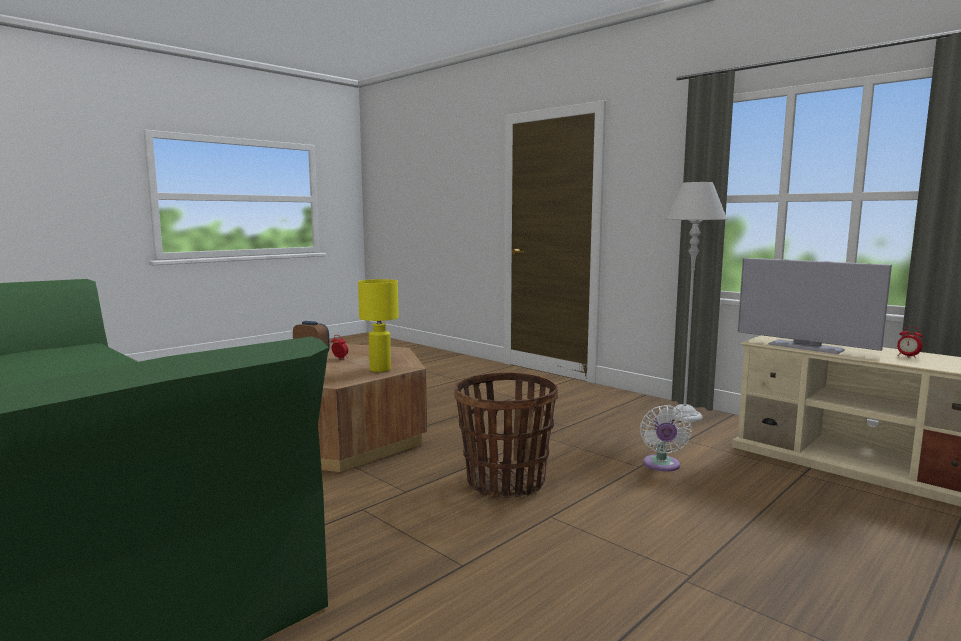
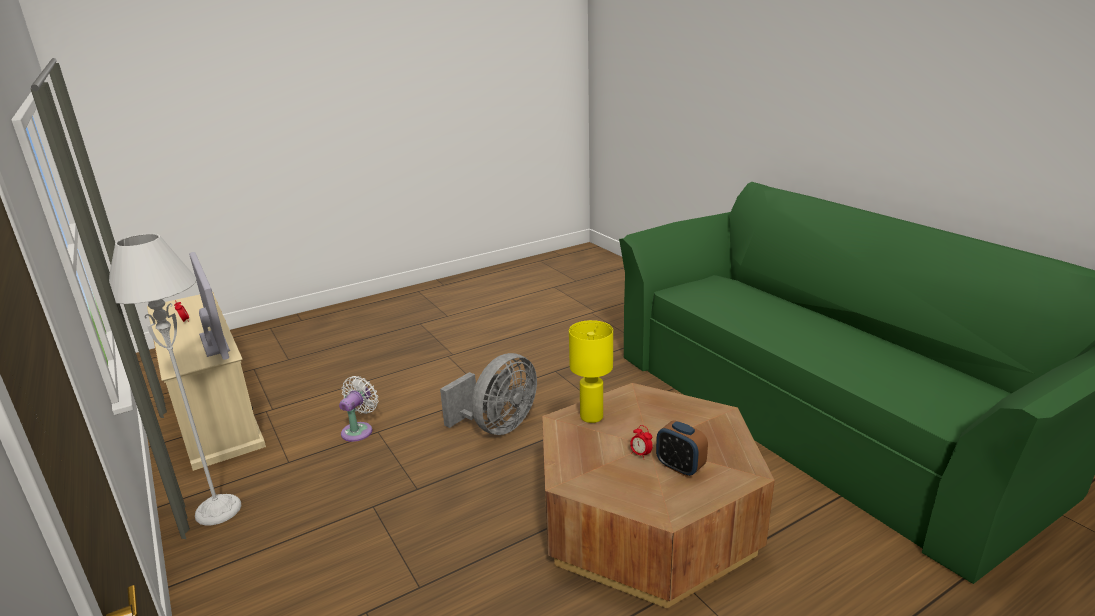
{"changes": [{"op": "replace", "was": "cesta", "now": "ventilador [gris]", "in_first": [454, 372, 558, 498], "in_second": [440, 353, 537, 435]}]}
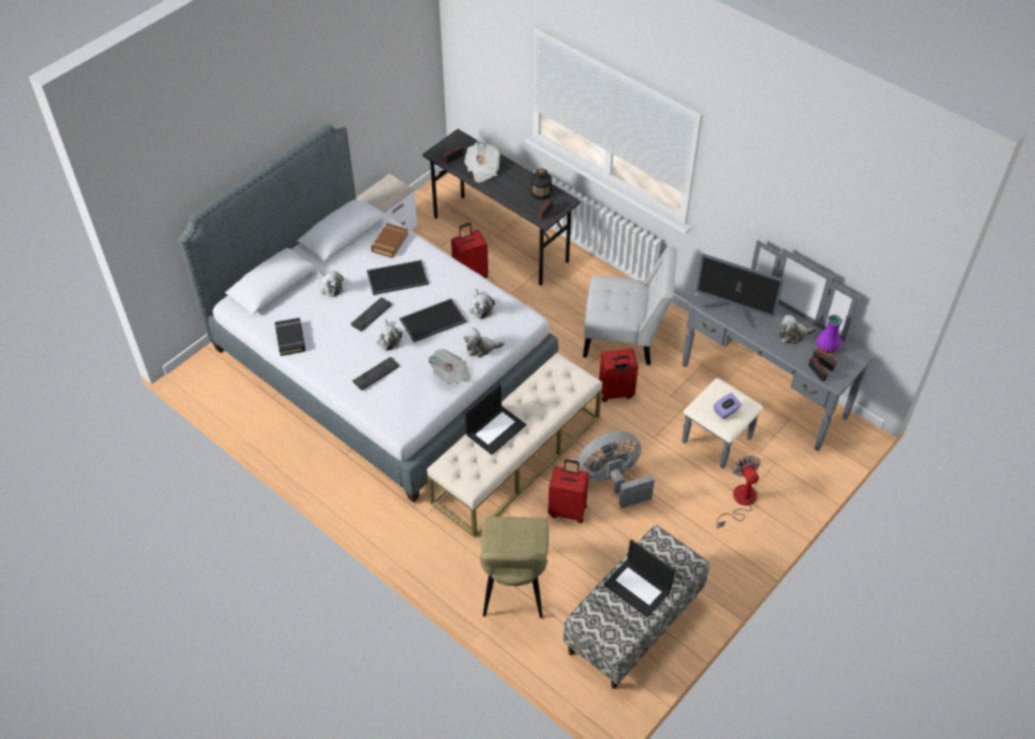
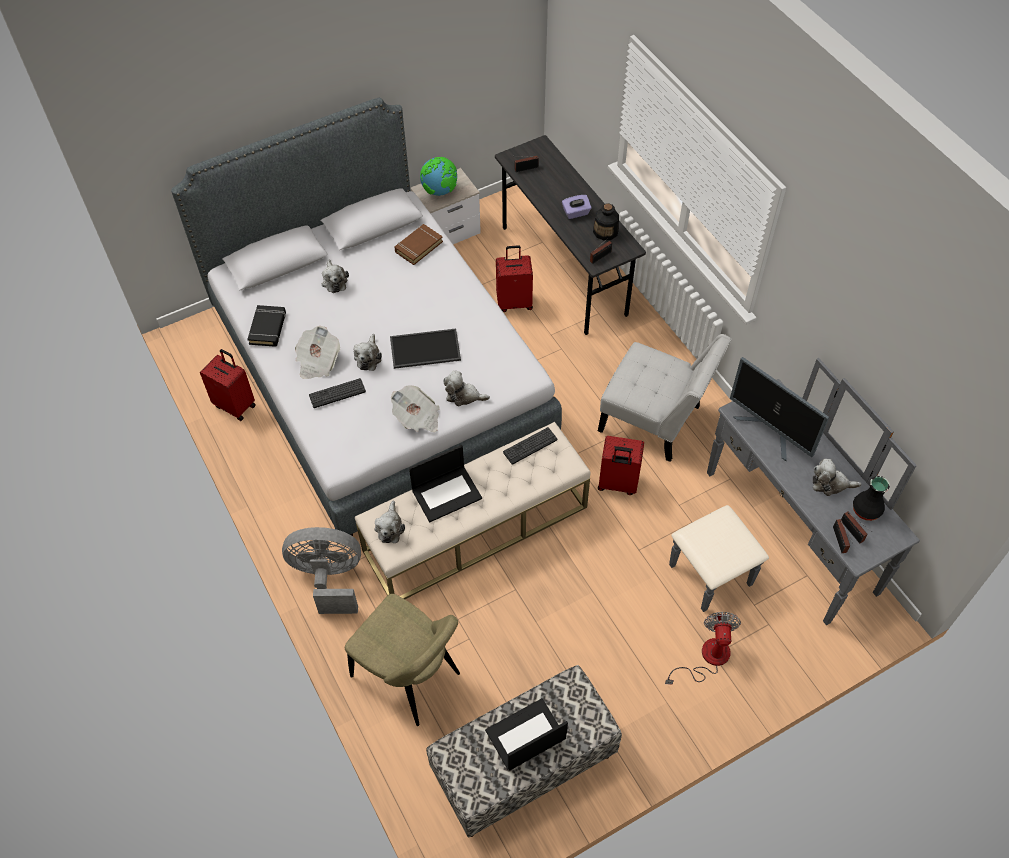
{"changes": [{"op": "move", "was": "teclado", "in_first": [351, 297, 392, 332], "in_second": [503, 427, 557, 465]}, {"op": "delete", "was": "bandeja", "in_first": [367, 260, 429, 295]}, {"op": "move", "was": "periódico", "in_first": [464, 141, 500, 183], "in_second": [295, 326, 340, 379]}, {"op": "move", "was": "peluche", "in_first": [469, 289, 495, 319], "in_second": [374, 501, 405, 543]}, {"op": "rotate", "was": "silla [beis]", "in_first": [480, 516, 549, 618], "in_second": [345, 594, 460, 726], "clockwise": -75}, {"op": "move", "was": "maleta [rojo]", "in_first": [548, 459, 589, 523], "in_second": [200, 349, 256, 421]}, {"op": "move", "was": "ventilador [gris]", "in_first": [577, 431, 655, 509], "in_second": [282, 527, 361, 614]}, {"op": "rotate", "was": "portátil", "in_first": [604, 539, 675, 618], "in_second": [485, 698, 568, 771], "clockwise": 90}, {"op": "move", "was": "caja de pañuelos [morado]", "in_first": [713, 393, 742, 420], "in_second": [562, 195, 592, 219]}, {"op": "recolor", "was": "florero [morado]", "now": "florero [negro]", "in_first": [816, 314, 843, 353], "in_second": [853, 476, 890, 521]}, {"op": "insert", "now": "globo terráqueo", "in_second": [420, 157, 457, 196]}]}
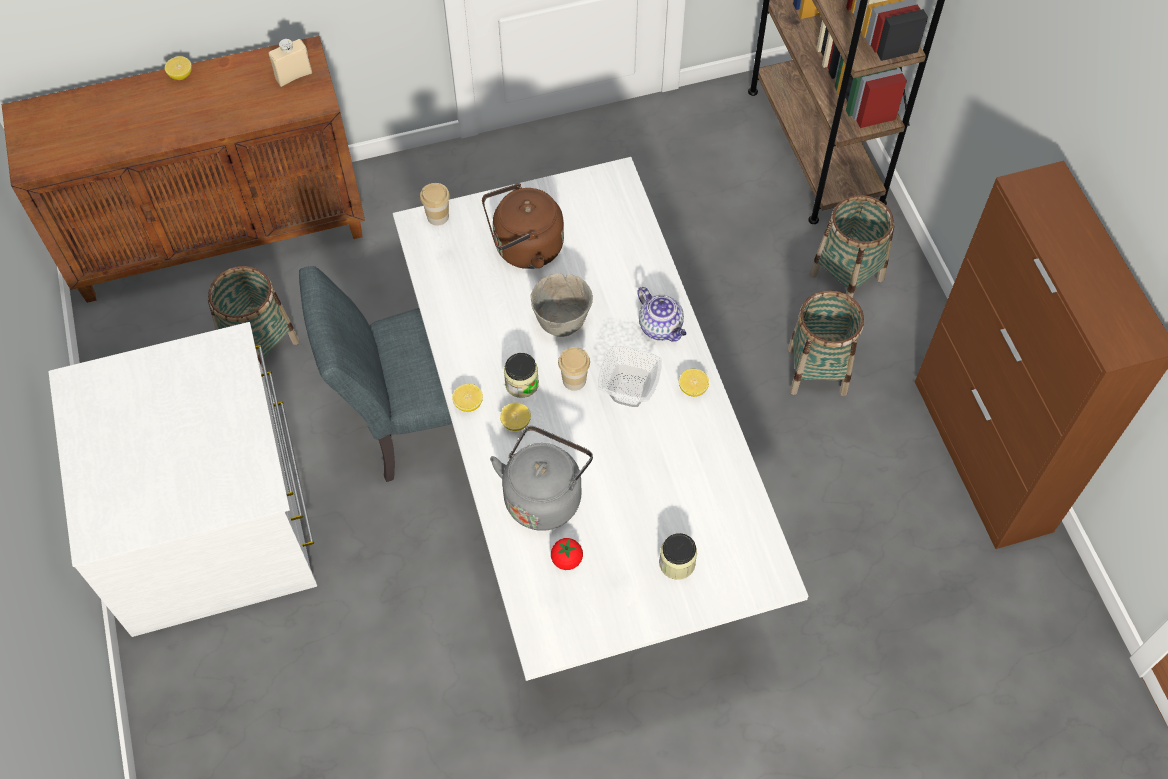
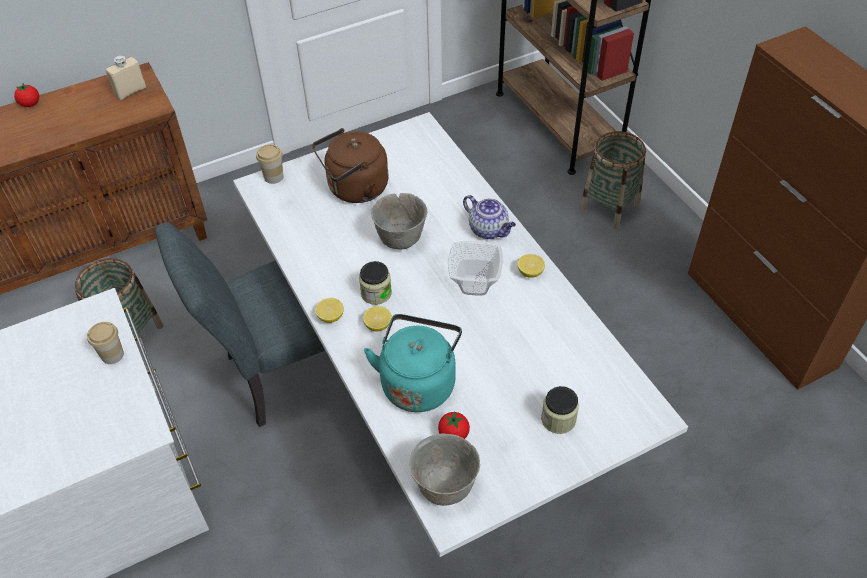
{"changes": [{"op": "replace", "was": "limón", "now": "tomate", "in_first": [165, 56, 192, 80], "in_second": [14, 83, 39, 107]}, {"op": "recolor", "was": "hervidor [gris]", "now": "hervidor [turquesa]", "in_first": [490, 426, 593, 531], "in_second": [364, 314, 462, 412]}, {"op": "move", "was": "taza", "in_first": [558, 347, 590, 391], "in_second": [87, 322, 124, 364]}, {"op": "delete", "was": "cesta", "in_first": [788, 290, 864, 396]}, {"op": "insert", "now": "cuenco [gris]", "in_second": [409, 433, 480, 506]}]}
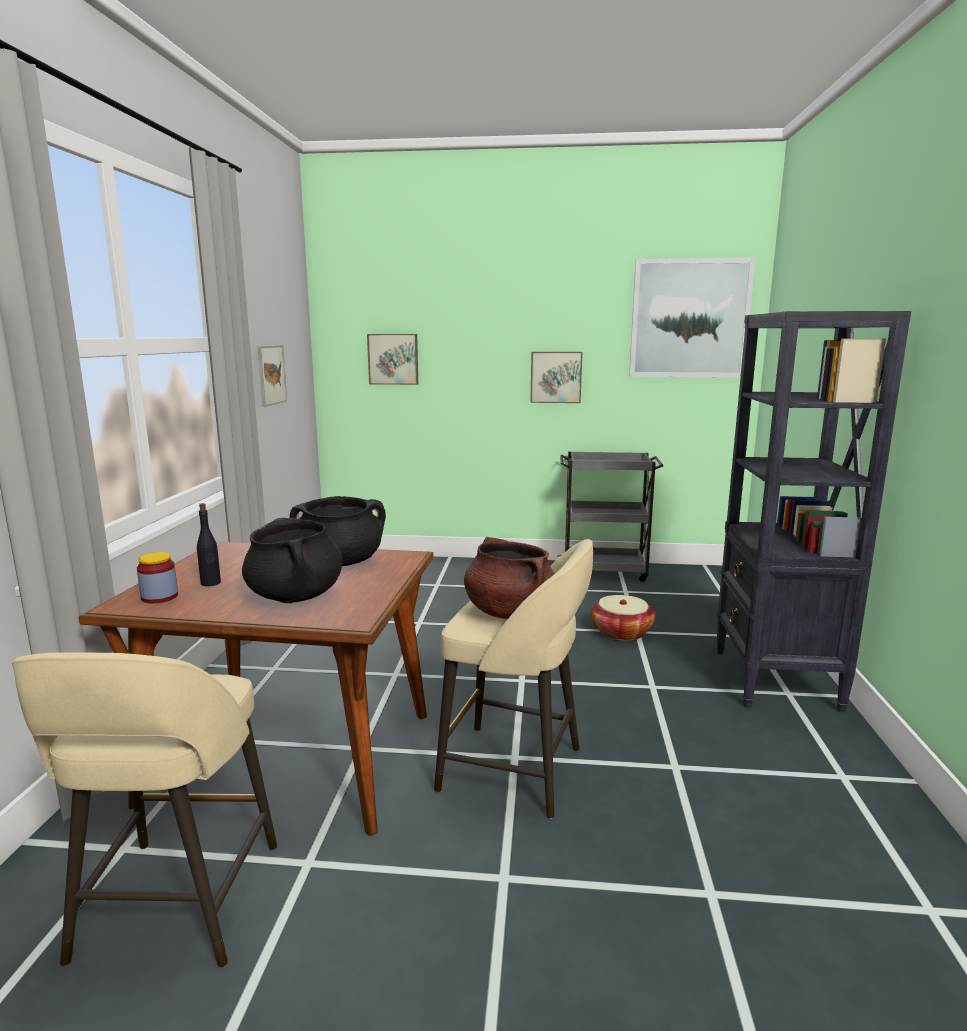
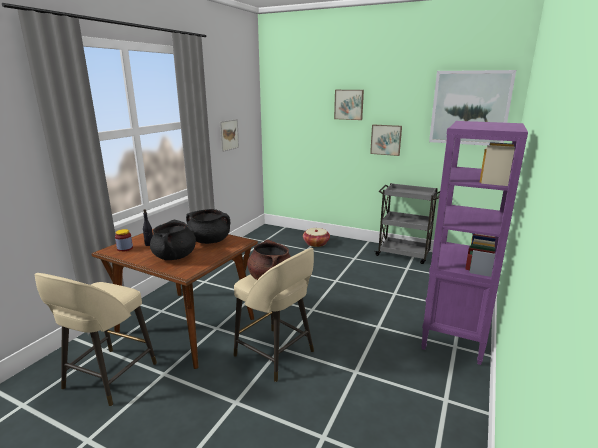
{"changes": [{"op": "move", "was": "cuadro", "in_first": [367, 334, 418, 385], "in_second": [334, 90, 364, 120]}, {"op": "move", "was": "cesta", "in_first": [591, 595, 655, 641], "in_second": [303, 228, 330, 247]}, {"op": "recolor", "was": "estantería [negro]", "now": "estantería [morado]", "in_first": [716, 311, 911, 712], "in_second": [421, 121, 528, 365]}]}
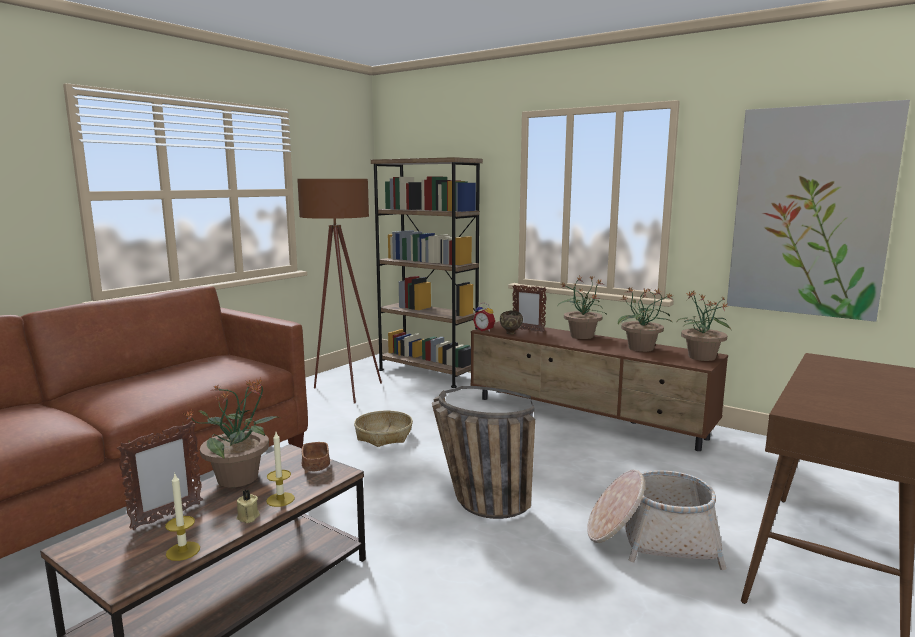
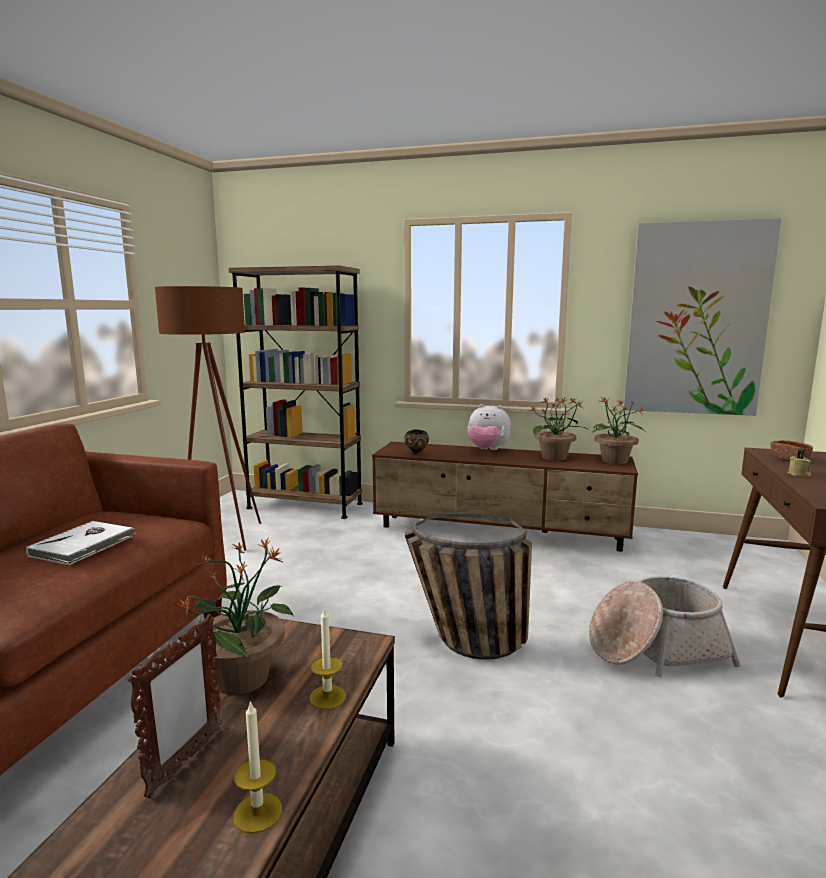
{"changes": [{"op": "move", "was": "vela [beis]", "in_first": [237, 490, 260, 523], "in_second": [787, 450, 811, 476]}, {"op": "move", "was": "cuenco [marrón]", "in_first": [302, 442, 330, 471], "in_second": [771, 440, 813, 461]}, {"op": "delete", "was": "cesta", "in_first": [354, 411, 413, 447]}, {"op": "delete", "was": "despertador", "in_first": [473, 303, 495, 332]}, {"op": "delete", "was": "portarretratos", "in_first": [512, 284, 547, 333]}, {"op": "replace", "was": "planta en maceta", "now": "peluche", "in_first": [557, 276, 607, 339], "in_second": [468, 404, 511, 450]}, {"op": "insert", "now": "libro [blanco]", "in_second": [26, 521, 137, 565]}]}
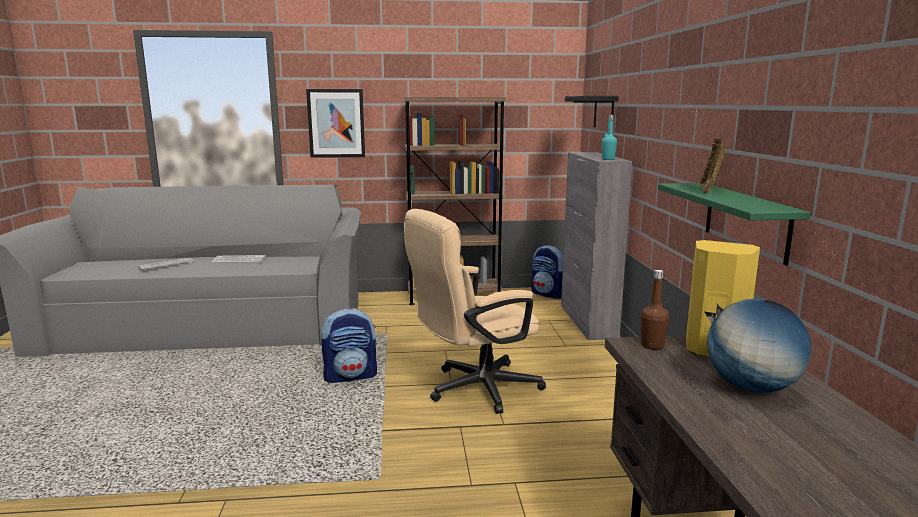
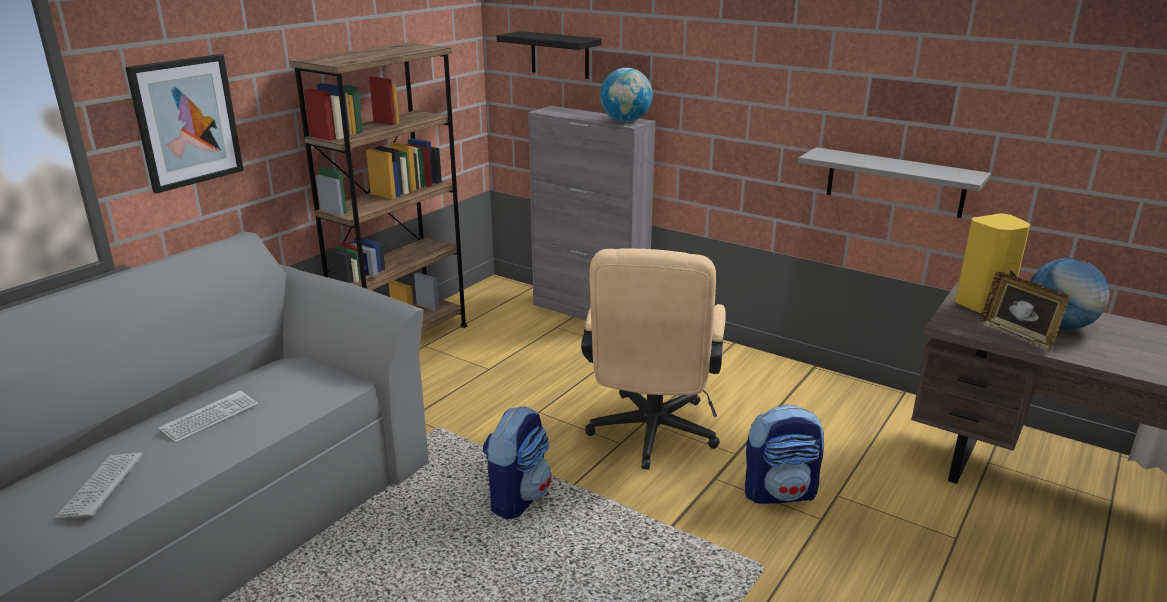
{"changes": [{"op": "move", "was": "mochila", "in_first": [531, 245, 563, 299], "in_second": [745, 405, 824, 504]}, {"op": "replace", "was": "botella [turquesa]", "now": "globo terráqueo", "in_first": [602, 115, 617, 160], "in_second": [600, 68, 653, 122]}, {"op": "delete", "was": "botella [marrón]", "in_first": [641, 270, 669, 350]}, {"op": "recolor", "was": "estante [verde]", "now": "estante [gris]", "in_first": [658, 183, 811, 266], "in_second": [798, 147, 991, 218]}, {"op": "move", "was": "portarretratos", "in_first": [700, 138, 726, 194], "in_second": [980, 272, 1069, 351]}]}
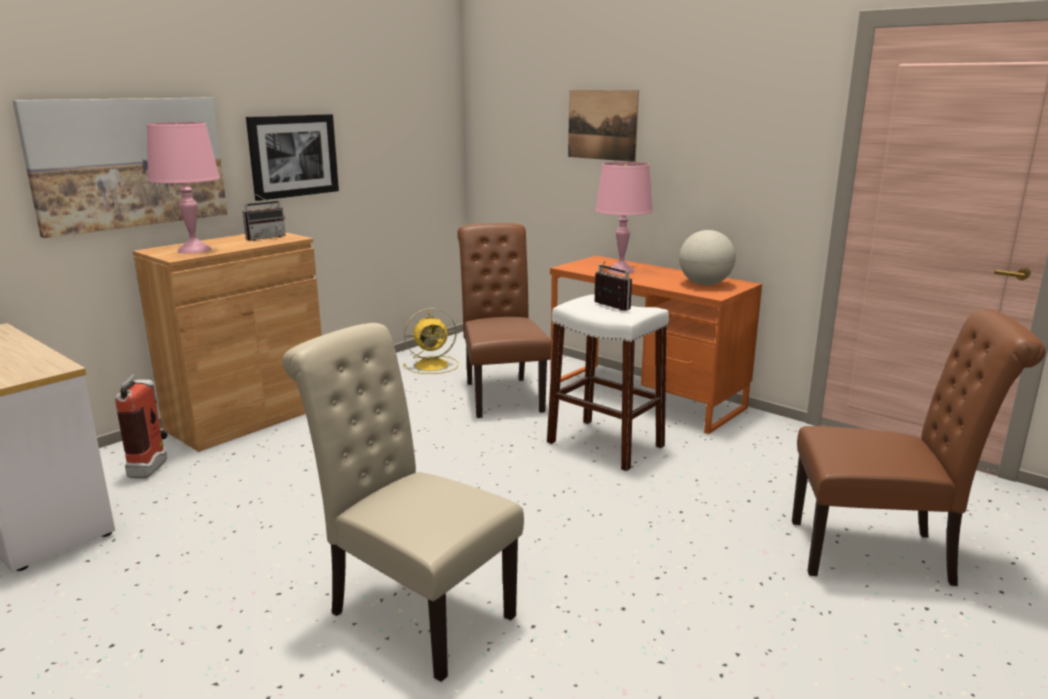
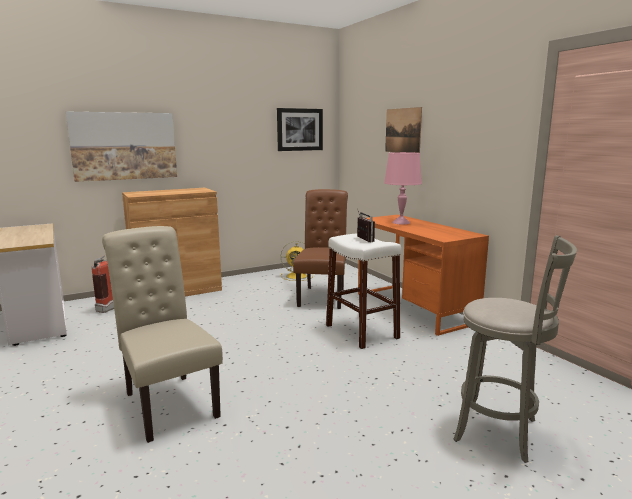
{"changes": [{"op": "delete", "was": "lámpara de mesa [rosa]", "in_first": [147, 122, 220, 253]}, {"op": "delete", "was": "radio", "in_first": [243, 192, 286, 241]}, {"op": "move", "was": "cuadro", "in_first": [246, 114, 339, 201], "in_second": [277, 108, 323, 151]}, {"op": "delete", "was": "globo terráqueo", "in_first": [679, 230, 736, 285]}, {"op": "replace", "was": "silla [marrón]", "now": "taburete [gris]", "in_first": [792, 309, 1046, 586], "in_second": [454, 235, 577, 463]}]}
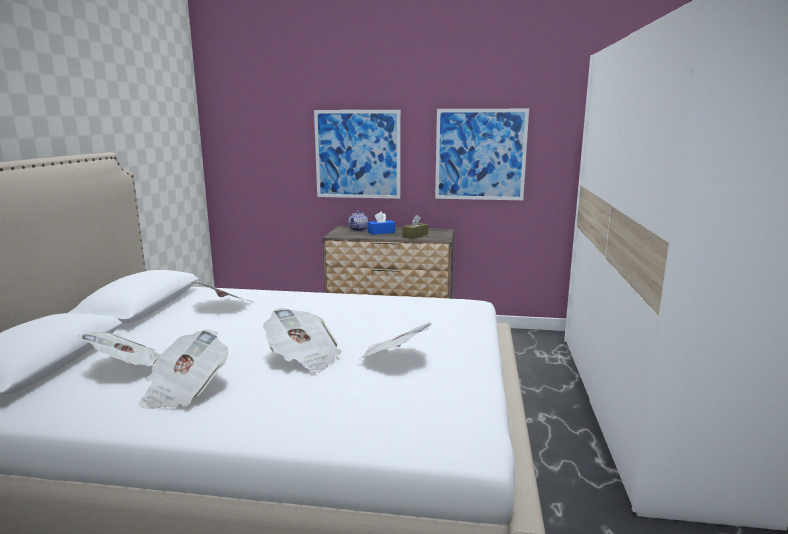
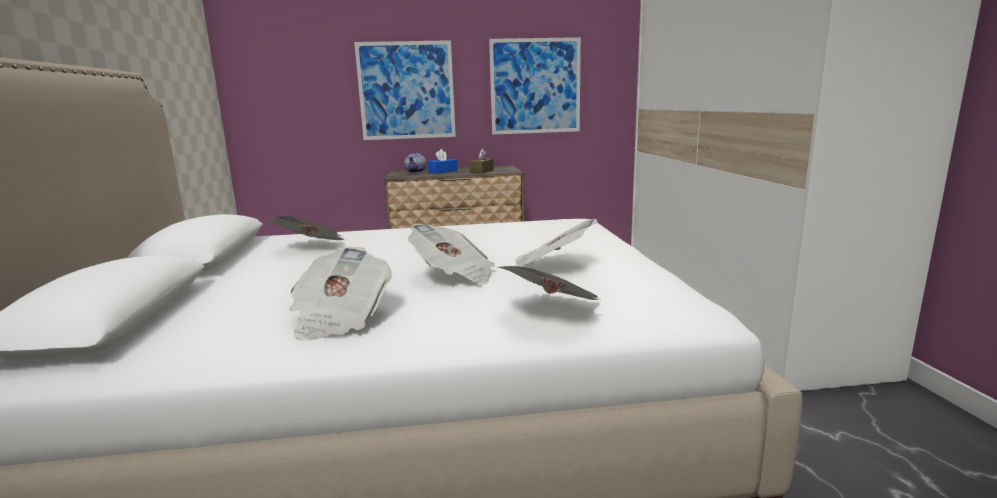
{"changes": [{"op": "move", "was": "periódico", "in_first": [78, 332, 160, 366], "in_second": [498, 266, 601, 300]}]}
